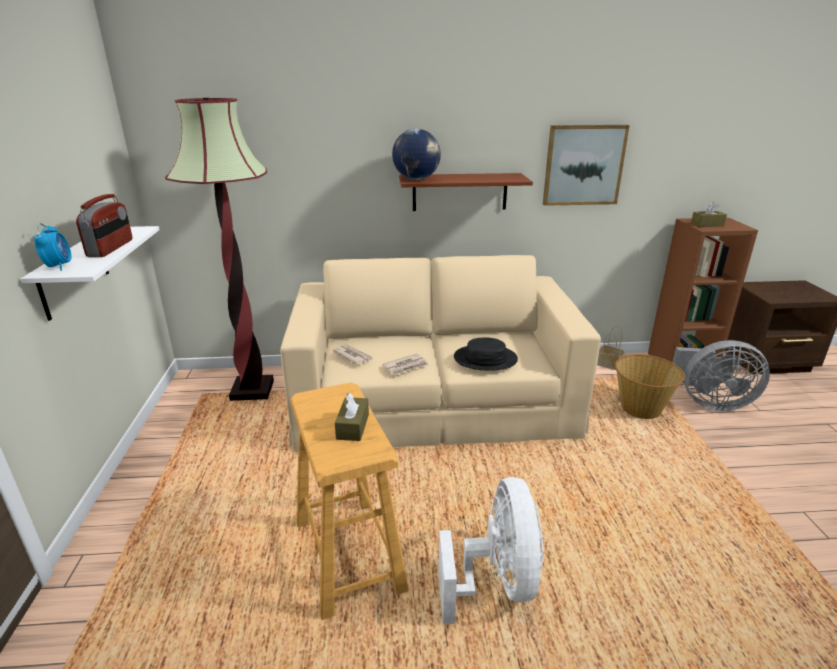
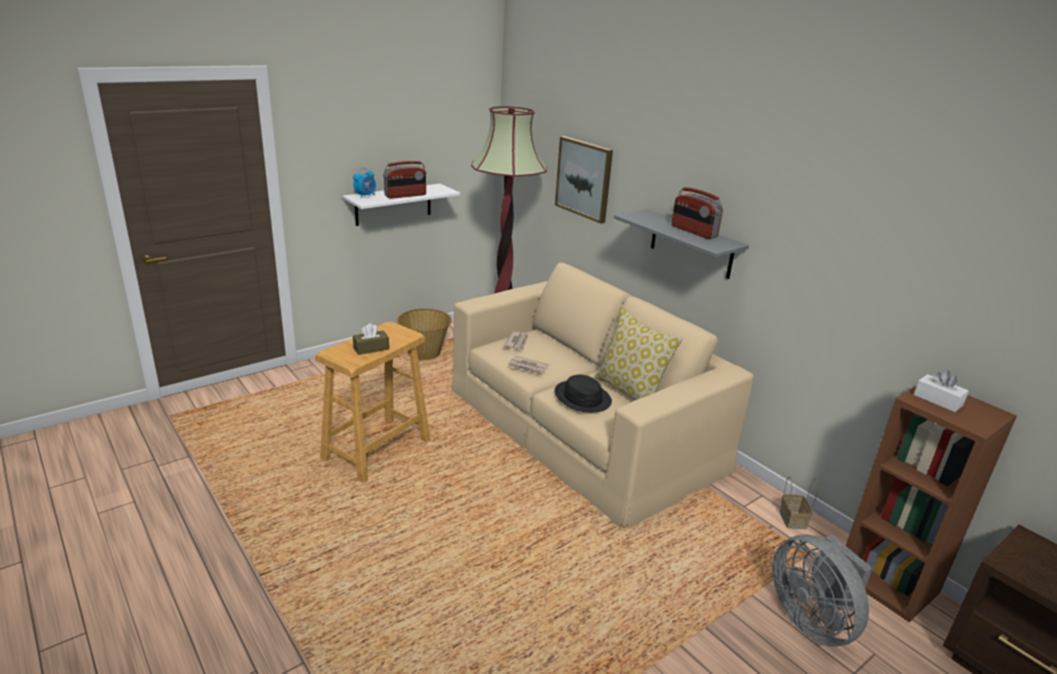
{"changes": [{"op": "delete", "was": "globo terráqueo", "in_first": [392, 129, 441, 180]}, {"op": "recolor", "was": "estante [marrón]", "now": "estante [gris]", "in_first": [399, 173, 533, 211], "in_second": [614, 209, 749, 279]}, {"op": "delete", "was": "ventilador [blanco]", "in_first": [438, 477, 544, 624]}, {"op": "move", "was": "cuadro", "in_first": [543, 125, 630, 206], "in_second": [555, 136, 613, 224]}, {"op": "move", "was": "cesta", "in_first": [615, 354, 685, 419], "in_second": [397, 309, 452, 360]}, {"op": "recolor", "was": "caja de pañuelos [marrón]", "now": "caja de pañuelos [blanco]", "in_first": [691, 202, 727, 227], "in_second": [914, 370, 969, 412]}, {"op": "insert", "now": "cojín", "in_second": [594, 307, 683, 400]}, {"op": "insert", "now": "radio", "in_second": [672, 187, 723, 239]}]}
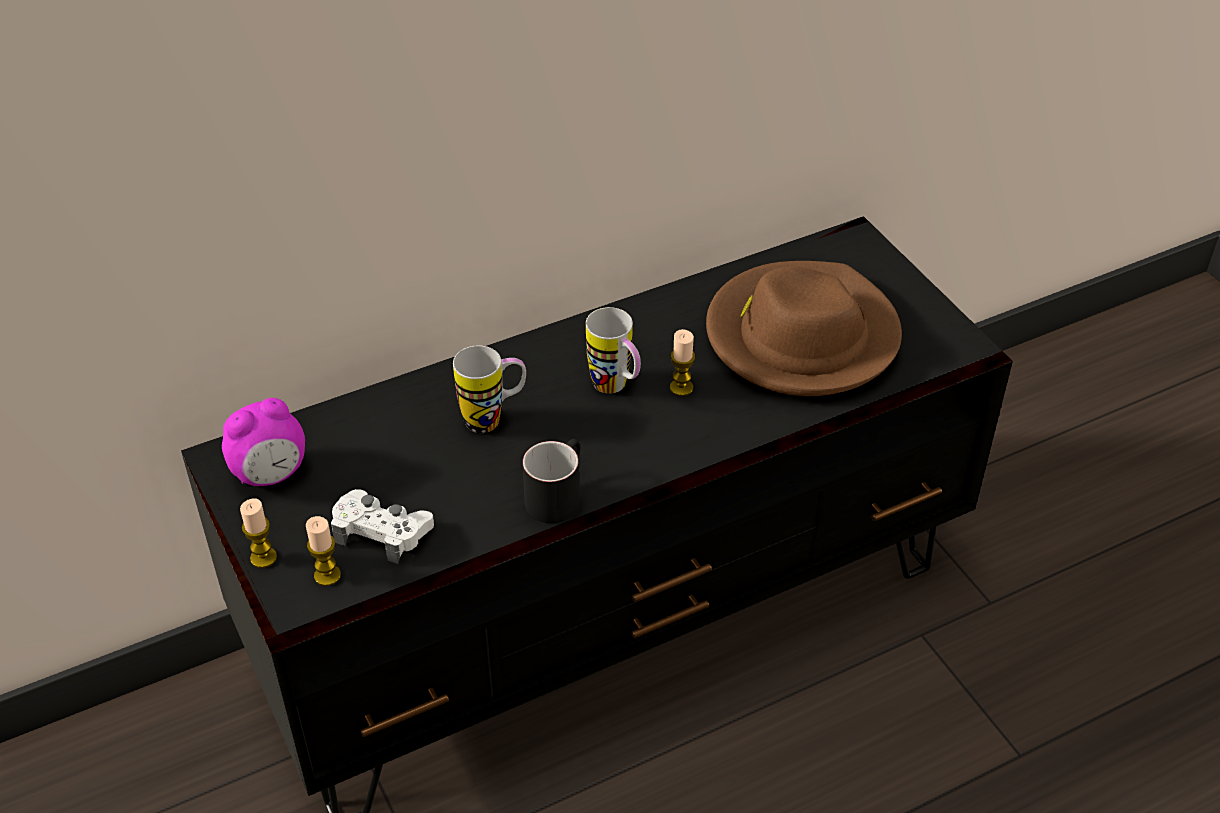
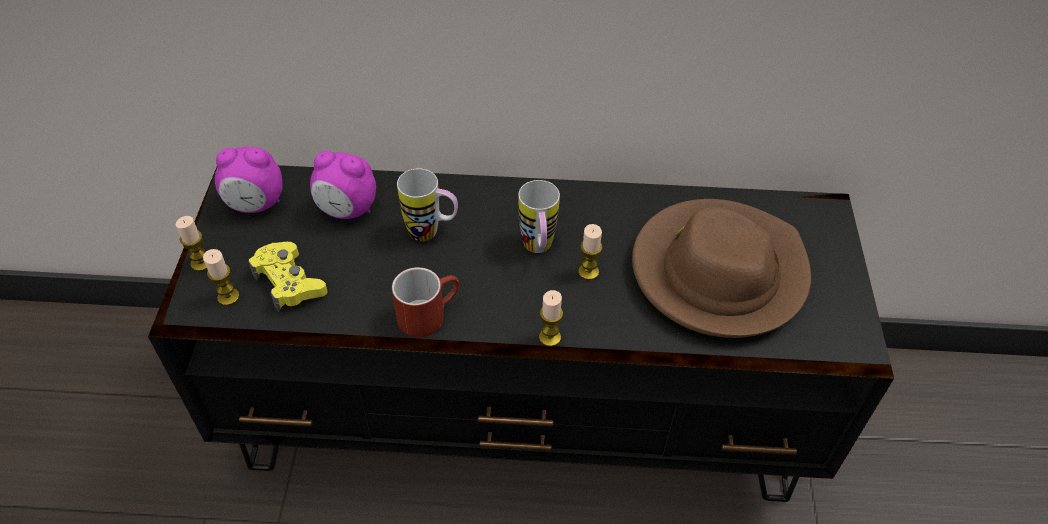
{"changes": [{"op": "recolor", "was": "mando de consola [blanco]", "now": "mando de consola [amarillo]", "in_first": [331, 489, 434, 564], "in_second": [248, 242, 328, 312]}, {"op": "recolor", "was": "taza grande [negro]", "now": "taza grande [rojo]", "in_first": [522, 439, 580, 523], "in_second": [392, 267, 459, 337]}, {"op": "insert", "now": "despertador", "in_second": [310, 151, 376, 219]}, {"op": "insert", "now": "vela", "in_second": [539, 290, 563, 347]}]}
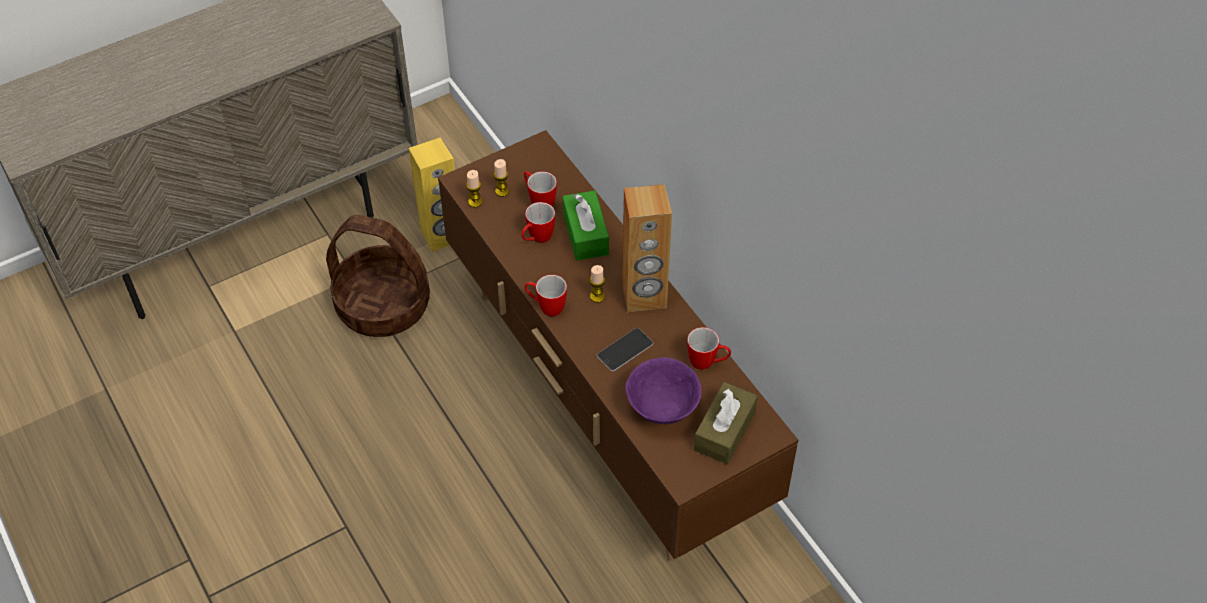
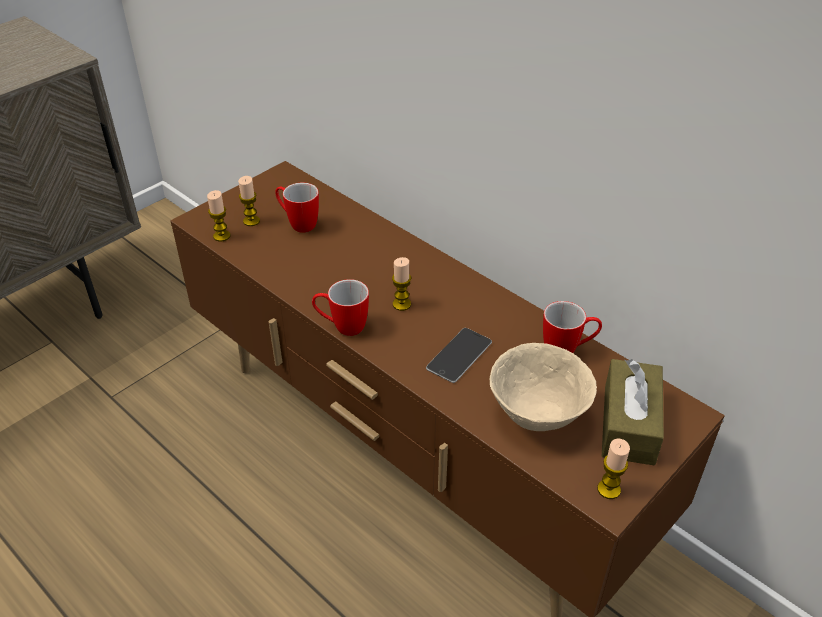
{"changes": [{"op": "delete", "was": "cesta", "in_first": [326, 215, 430, 337]}, {"op": "delete", "was": "altavoz [amarillo]", "in_first": [409, 138, 455, 252]}, {"op": "delete", "was": "taza grande", "in_first": [521, 202, 555, 243]}, {"op": "delete", "was": "caja de pañuelos [verde]", "in_first": [563, 191, 609, 261]}, {"op": "delete", "was": "altavoz [marrón]", "in_first": [622, 184, 672, 312]}, {"op": "recolor", "was": "cuenco [morado]", "now": "cuenco [beis]", "in_first": [626, 357, 701, 424], "in_second": [490, 343, 597, 431]}, {"op": "insert", "now": "vela", "in_second": [597, 438, 630, 499]}]}
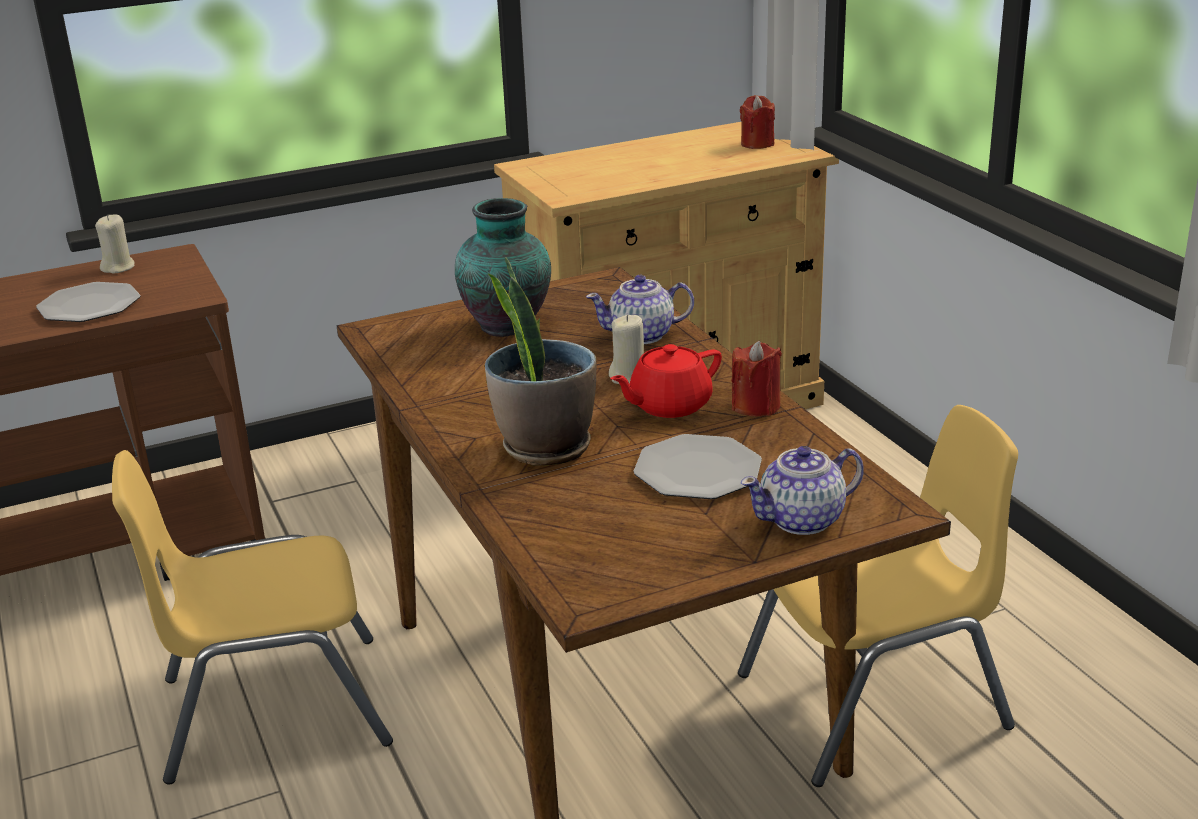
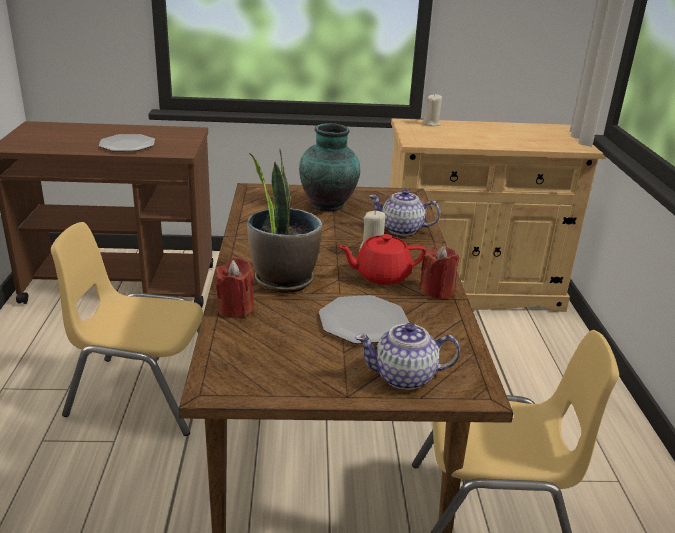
{"changes": [{"op": "move", "was": "vela [beis]", "in_first": [95, 215, 135, 274], "in_second": [422, 94, 442, 126]}, {"op": "move", "was": "vela [rojo]", "in_first": [740, 95, 775, 149], "in_second": [215, 257, 254, 318]}]}
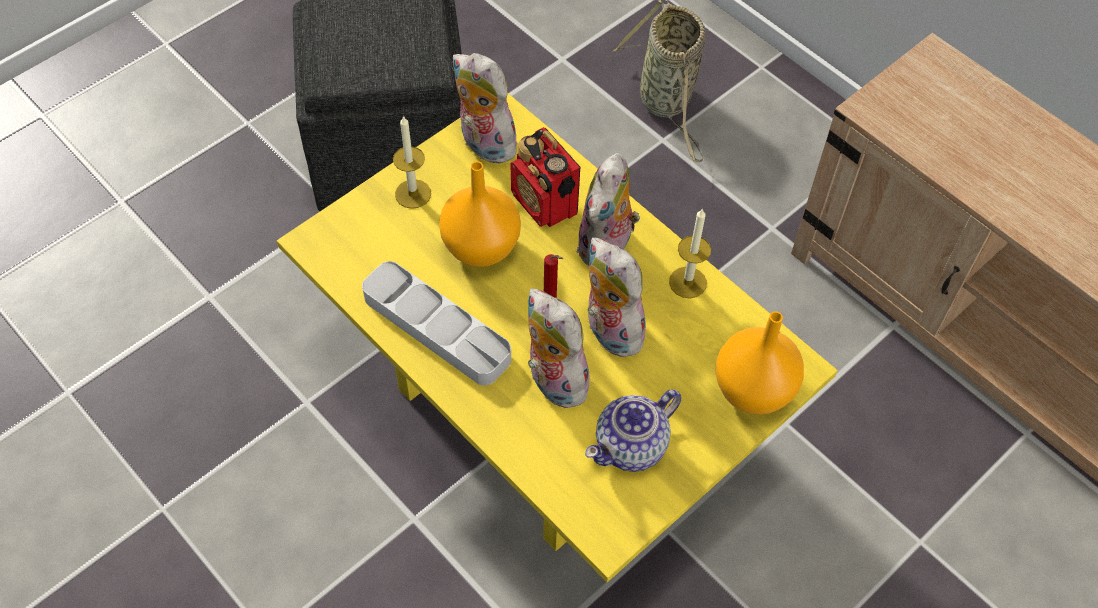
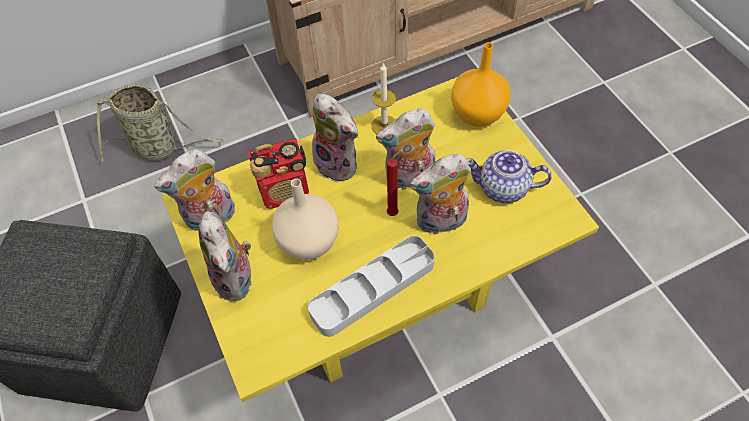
{"changes": [{"op": "replace", "was": "vela", "now": "peluche", "in_first": [393, 115, 431, 209], "in_second": [199, 211, 252, 301]}, {"op": "recolor", "was": "florero [naranja]", "now": "florero [beis]", "in_first": [439, 161, 521, 267], "in_second": [272, 178, 339, 260]}, {"op": "rotate", "was": "tetera", "in_first": [585, 389, 681, 472], "in_second": [466, 150, 552, 203], "clockwise": 120}]}
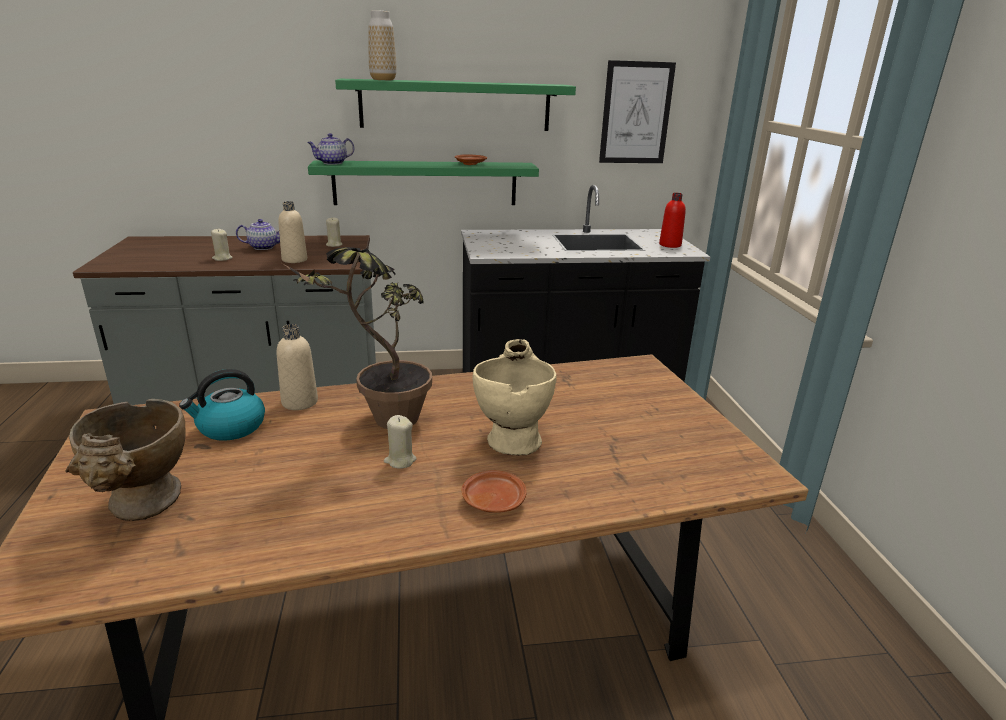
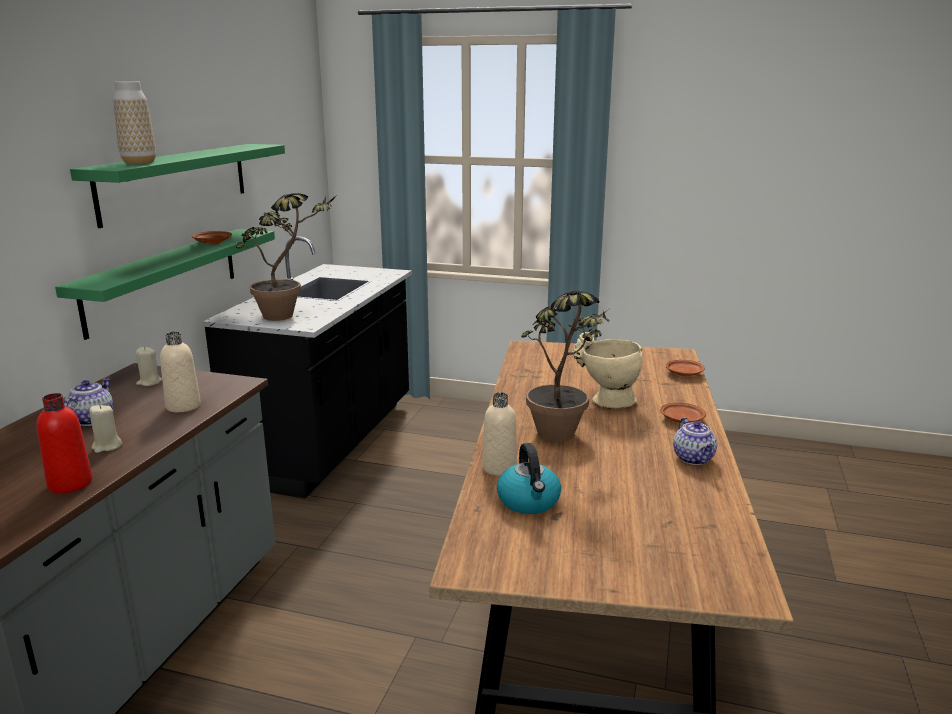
{"changes": [{"op": "delete", "was": "florero [beis]", "in_first": [65, 399, 186, 521]}, {"op": "move", "was": "tetera", "in_first": [307, 133, 354, 165], "in_second": [673, 417, 717, 465]}, {"op": "delete", "was": "vela [beis]", "in_first": [384, 415, 417, 469]}, {"op": "delete", "was": "cuadro", "in_first": [599, 60, 676, 163]}, {"op": "move", "was": "botella [rojo]", "in_first": [659, 193, 686, 248], "in_second": [37, 393, 93, 493]}, {"op": "insert", "now": "planta en maceta", "in_second": [236, 193, 337, 321]}, {"op": "insert", "now": "plato [marrón]", "in_second": [666, 360, 705, 376]}]}
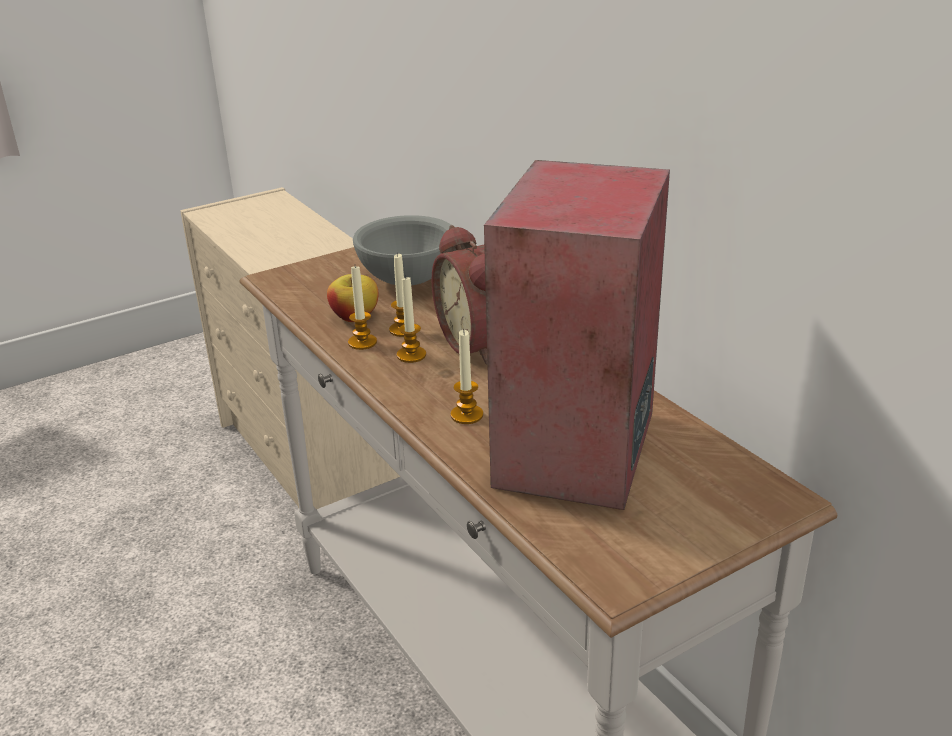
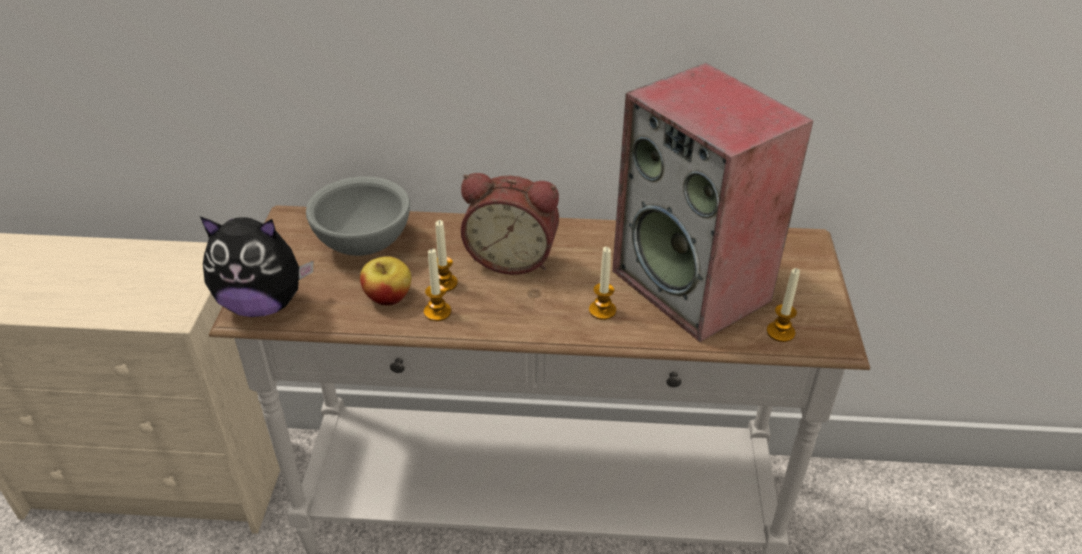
{"changes": [{"op": "move", "was": "vela", "in_first": [397, 277, 426, 363], "in_second": [767, 268, 800, 342]}, {"op": "insert", "now": "peluche", "in_second": [200, 217, 313, 317]}]}
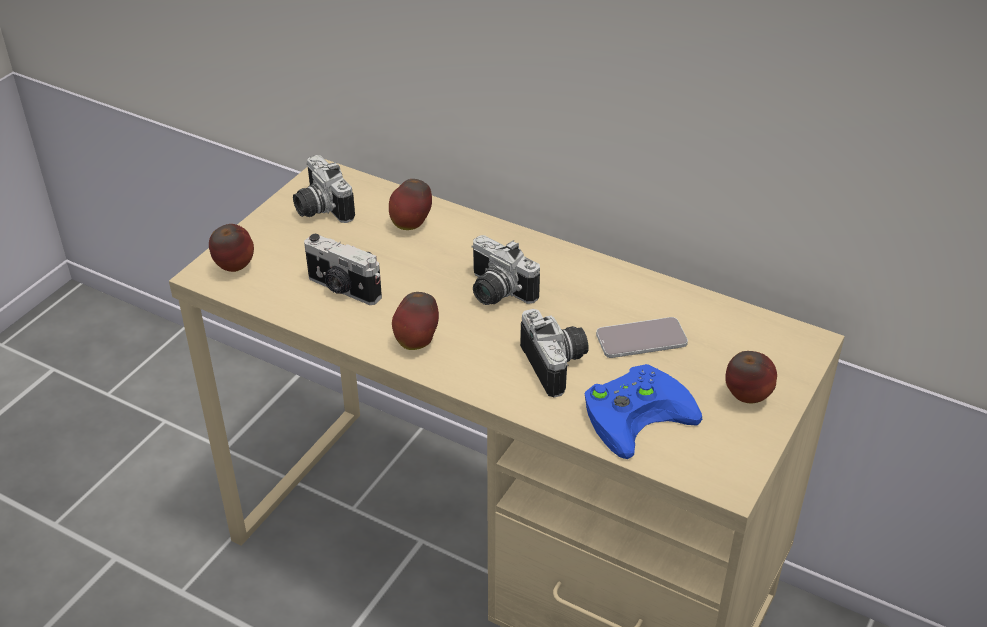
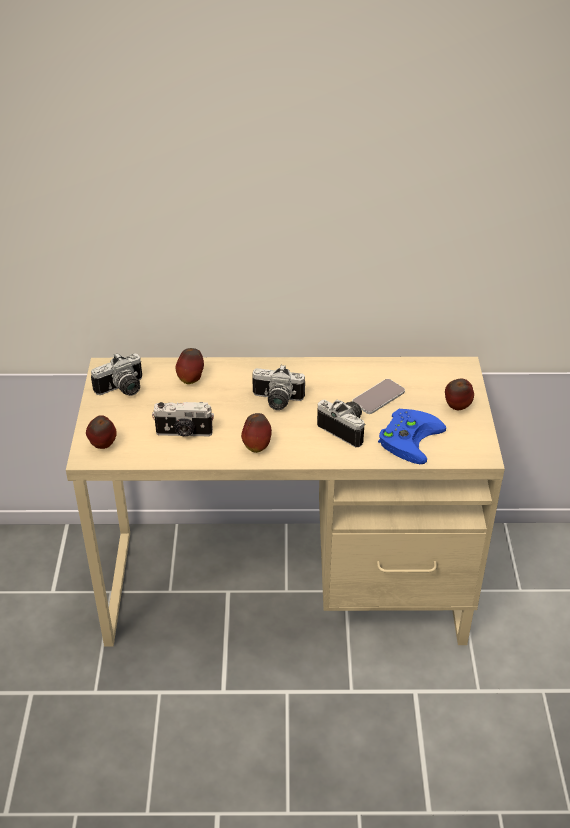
{"changes": [{"op": "rotate", "was": "cámara", "in_first": [293, 155, 355, 223], "in_second": [91, 353, 142, 396], "clockwise": -60}]}
